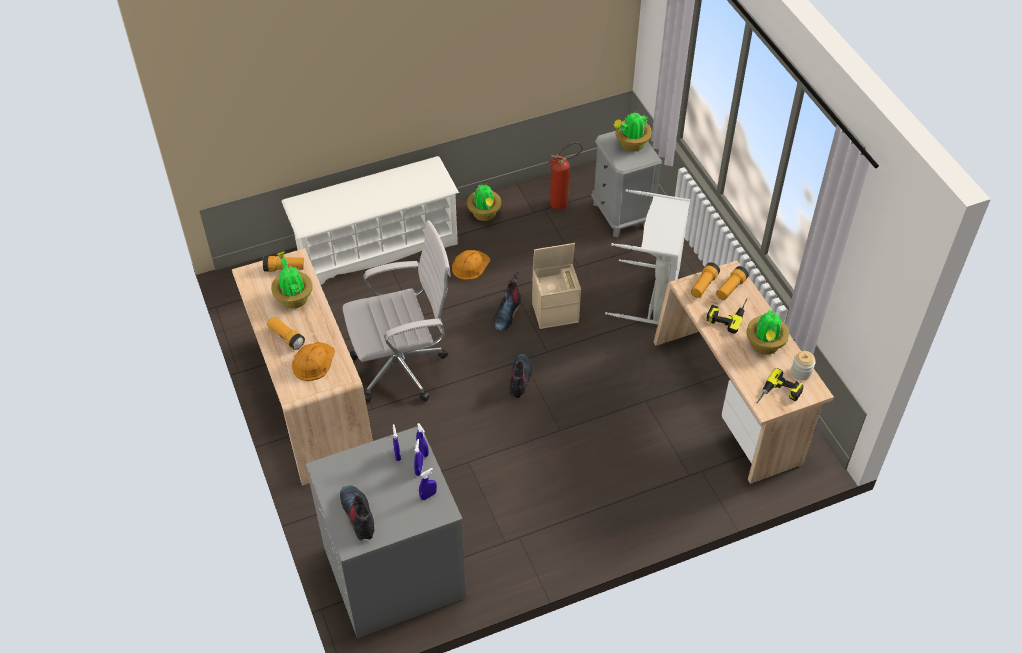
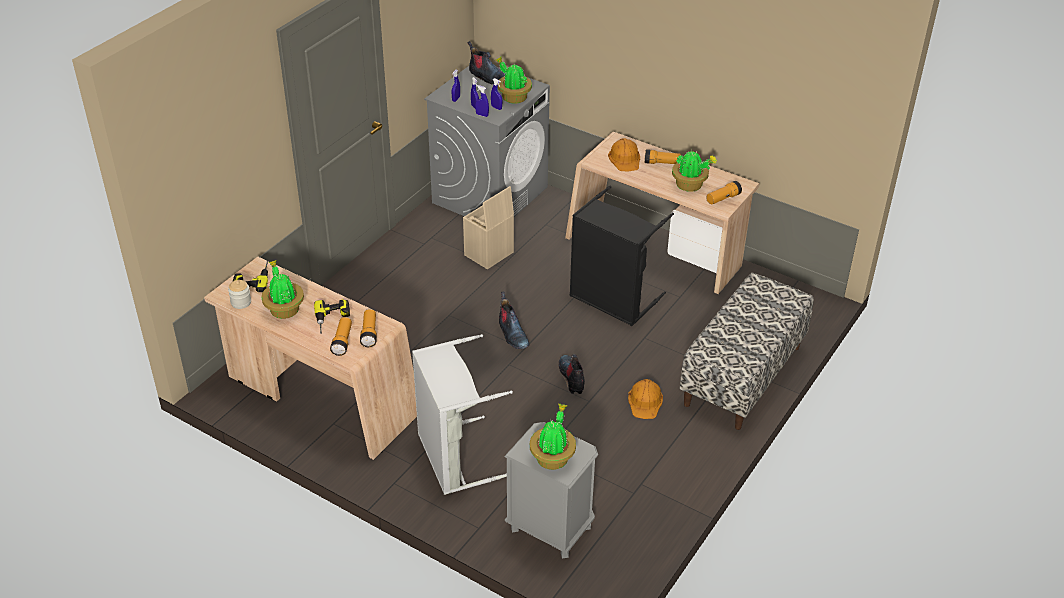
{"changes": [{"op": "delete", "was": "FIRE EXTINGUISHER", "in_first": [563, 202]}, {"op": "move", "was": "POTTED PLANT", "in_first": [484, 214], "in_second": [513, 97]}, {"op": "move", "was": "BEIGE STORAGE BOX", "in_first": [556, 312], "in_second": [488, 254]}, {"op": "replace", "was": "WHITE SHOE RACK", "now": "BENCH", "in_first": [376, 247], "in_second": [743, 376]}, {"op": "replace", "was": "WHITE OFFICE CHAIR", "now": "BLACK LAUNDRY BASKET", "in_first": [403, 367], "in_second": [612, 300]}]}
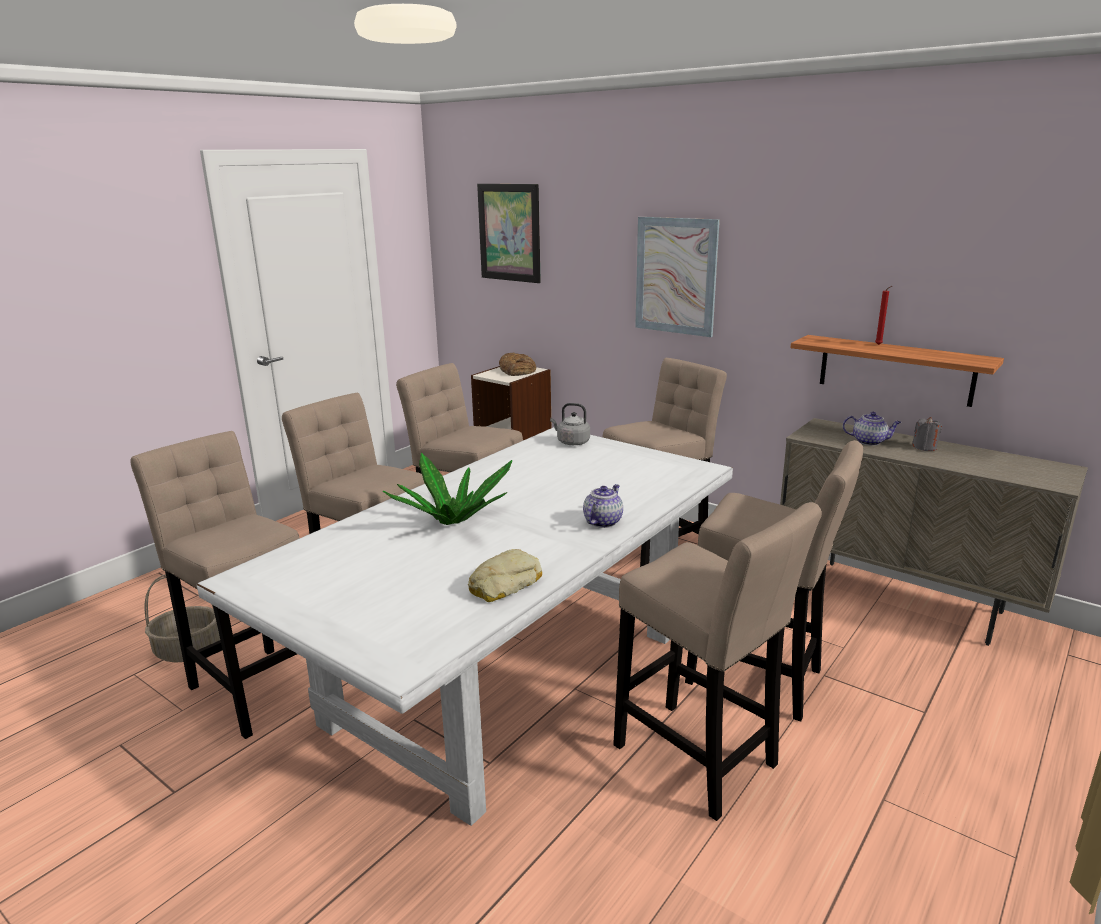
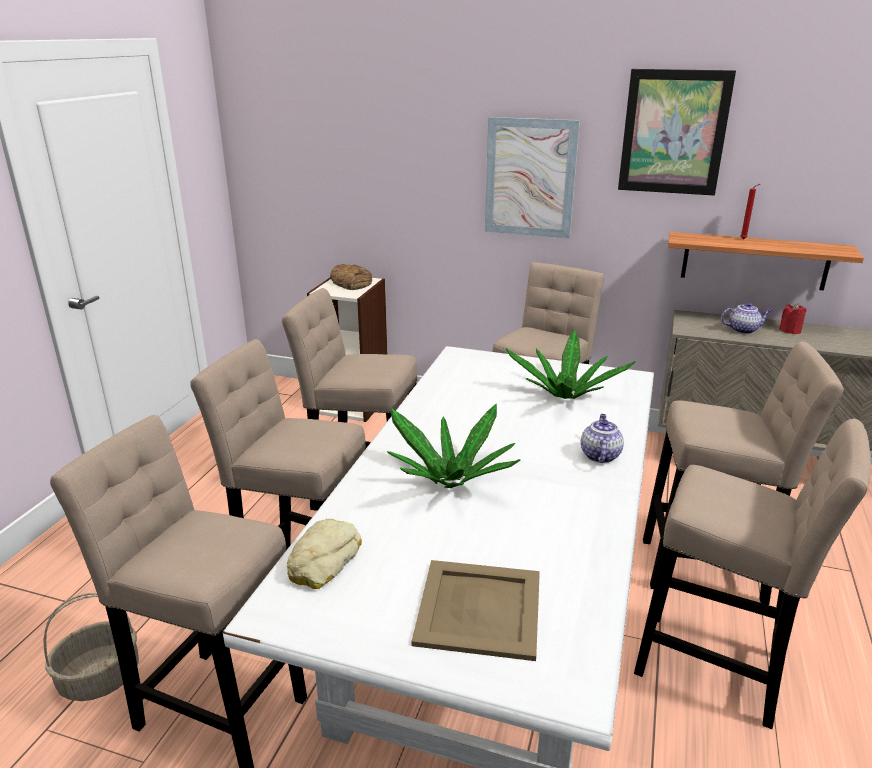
{"changes": [{"op": "delete", "was": "GREY KETTLE", "in_first": [571, 442]}, {"op": "insert", "now": "BEIGE TRAY", "in_second": [478, 607]}, {"op": "insert", "now": "POTTED PLANT", "in_second": [565, 395]}, {"op": "move", "was": "BREAD", "in_first": [504, 584], "in_second": [323, 561]}, {"op": "move", "was": "PICTURE", "in_first": [509, 233], "in_second": [673, 132]}, {"op": "recolor", "was": "GREY CANDLE", "now": "RED CANDLE", "in_first": [924, 447], "in_second": [790, 330]}]}
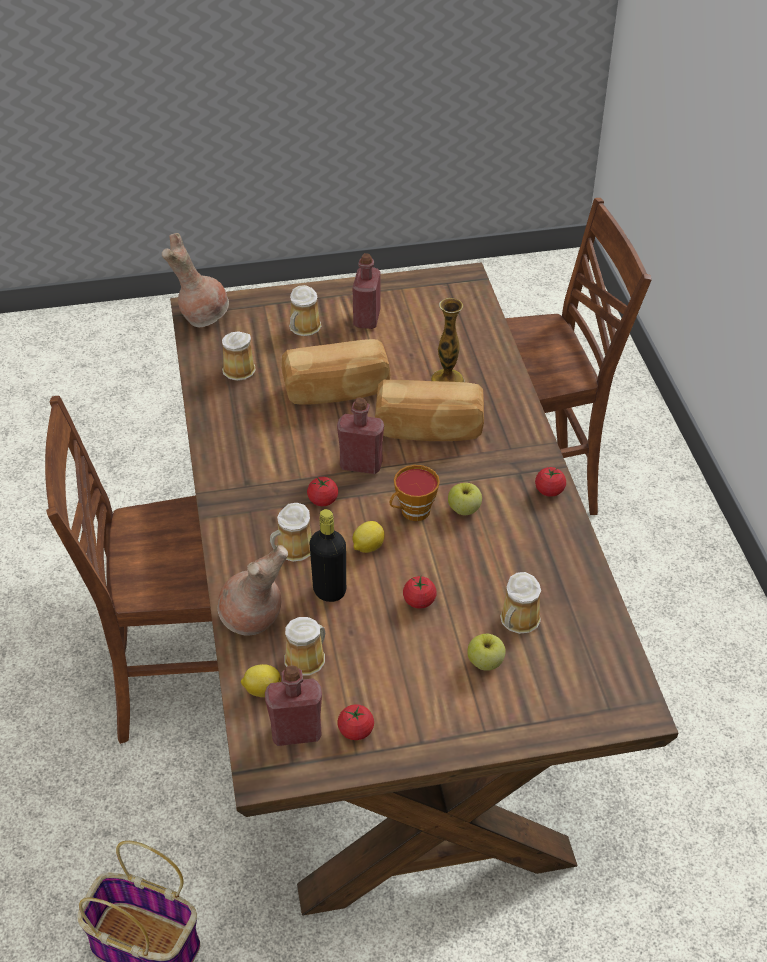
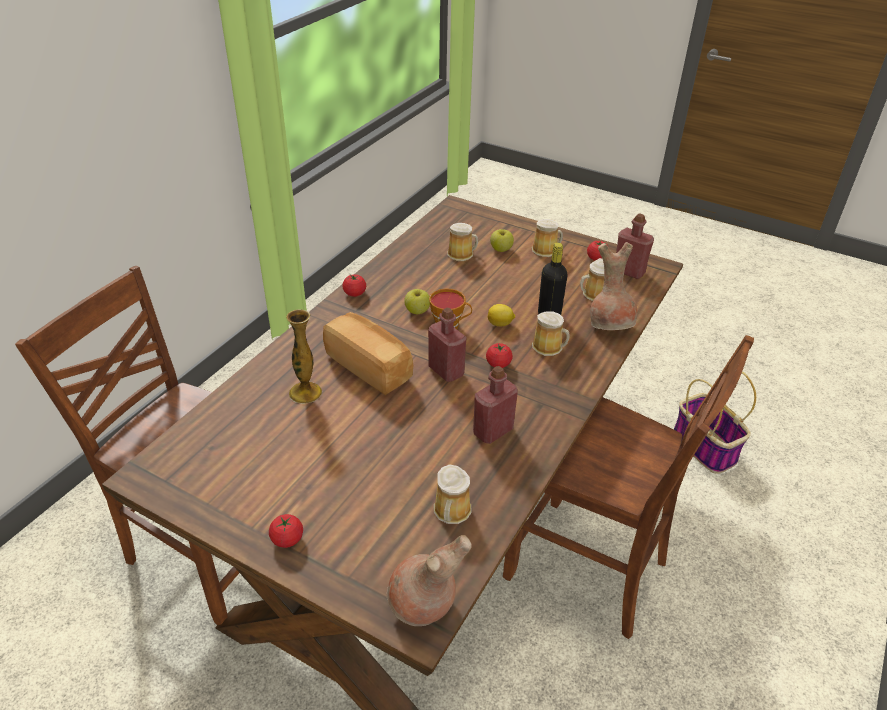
{"changes": [{"op": "delete", "was": "LEMON", "in_first": [261, 689]}, {"op": "delete", "was": "BREAD", "in_first": [336, 390]}, {"op": "move", "was": "MUG", "in_first": [303, 328], "in_second": [546, 250]}, {"op": "move", "was": "RED BOTTLE", "in_first": [367, 319], "in_second": [493, 431]}, {"op": "move", "was": "TOMATO", "in_first": [419, 601], "in_second": [287, 539]}]}
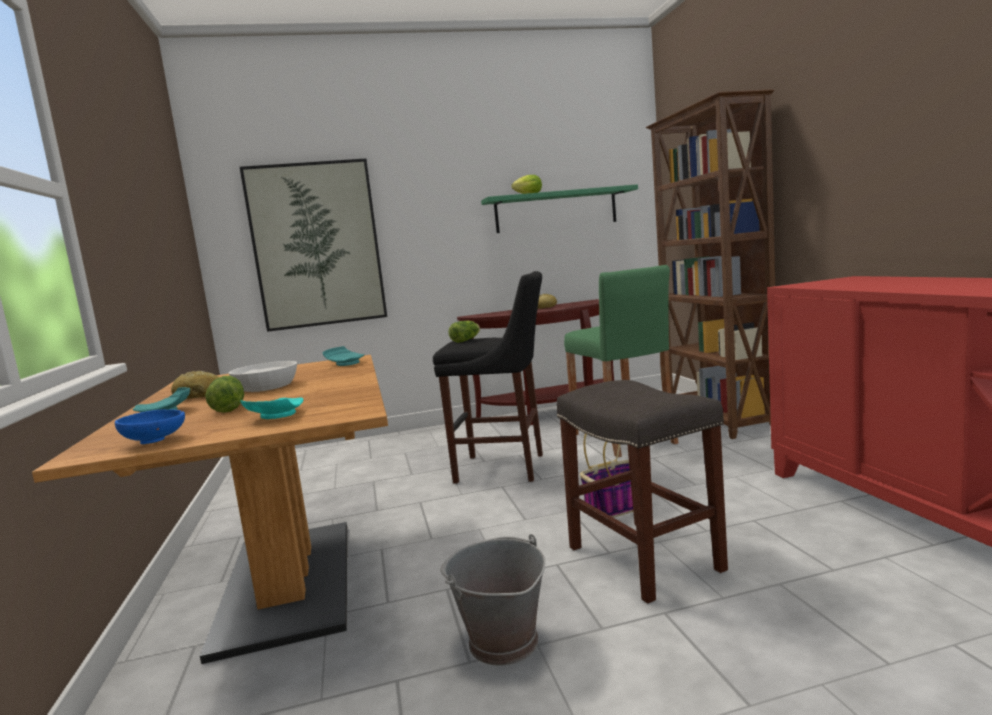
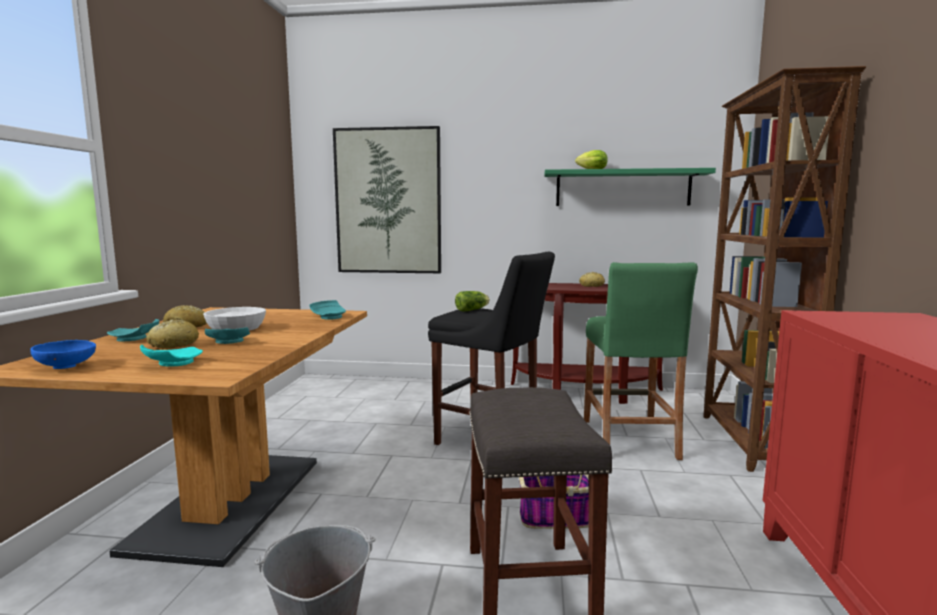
{"changes": [{"op": "insert", "now": "TURQUOISE PLATE", "in_second": [228, 342]}, {"op": "replace", "was": "LETTUCE", "now": "BREAD", "in_first": [229, 407], "in_second": [173, 344]}]}
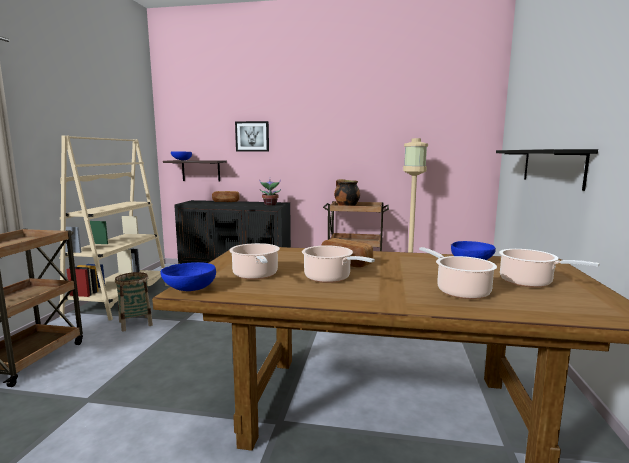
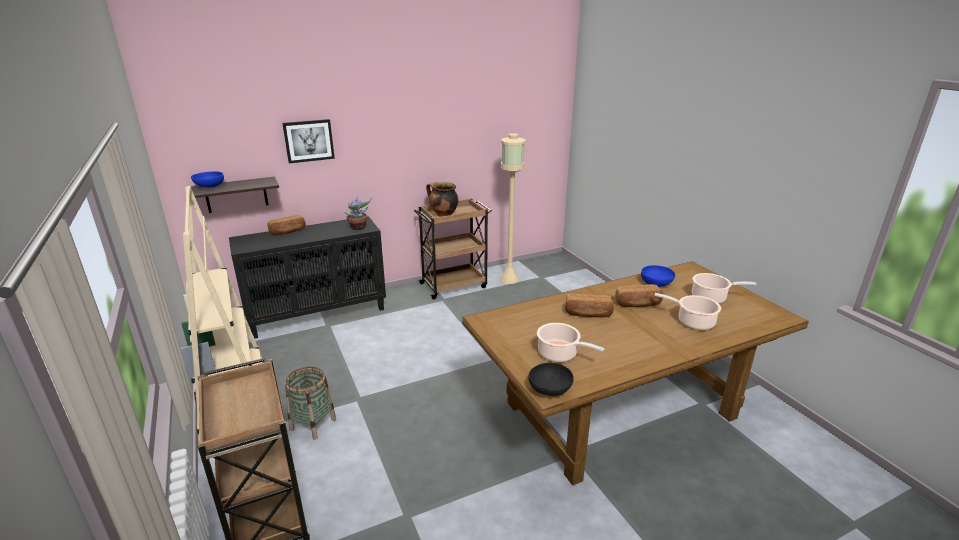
{"changes": [{"op": "delete", "was": "COOKING POT", "in_first": [329, 278]}, {"op": "delete", "was": "BLACK SHELF", "in_first": [551, 167]}, {"op": "insert", "now": "BREAD", "in_second": [638, 304]}, {"op": "recolor", "was": "BLUE BOWL", "now": "BLACK BOWL", "in_first": [189, 290], "in_second": [550, 390]}]}
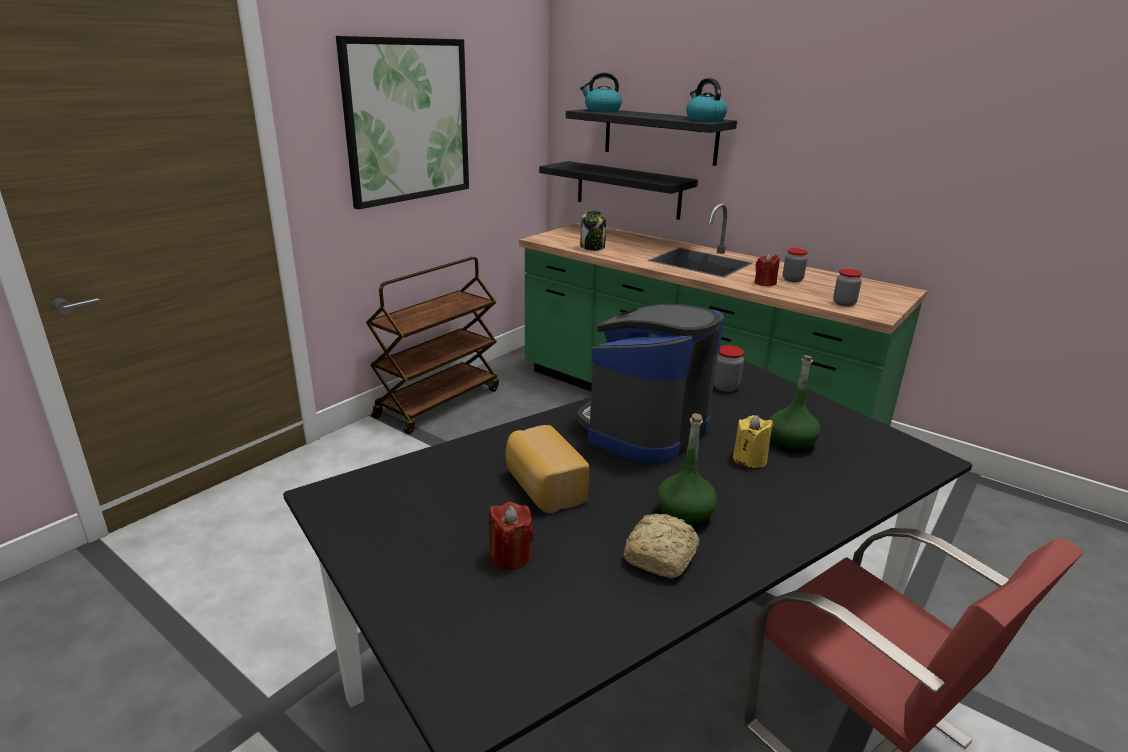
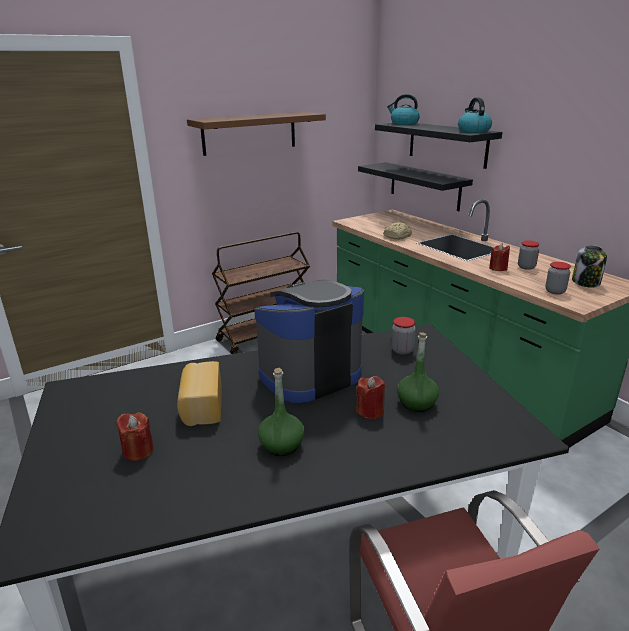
{"changes": [{"op": "move", "was": "JAR", "in_first": [592, 247], "in_second": [586, 282]}, {"op": "move", "was": "BREAD", "in_first": [662, 555], "in_second": [398, 236]}, {"op": "replace", "was": "PICTURE", "now": "BROWN SHELF", "in_first": [407, 121], "in_second": [249, 133]}, {"op": "recolor", "was": "YELLOW CANDLE", "now": "RED CANDLE", "in_first": [749, 459], "in_second": [370, 411]}]}
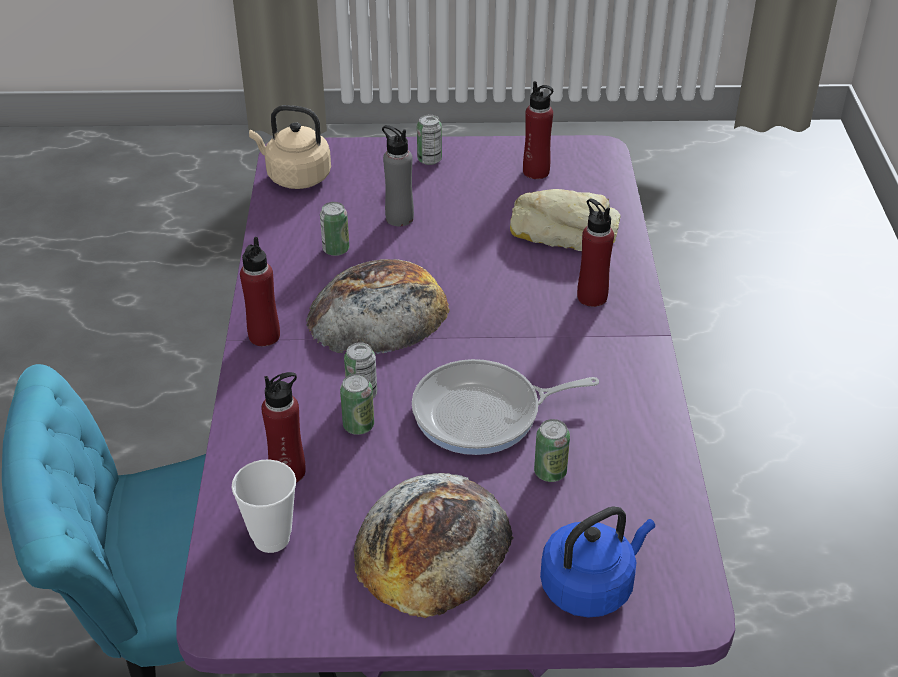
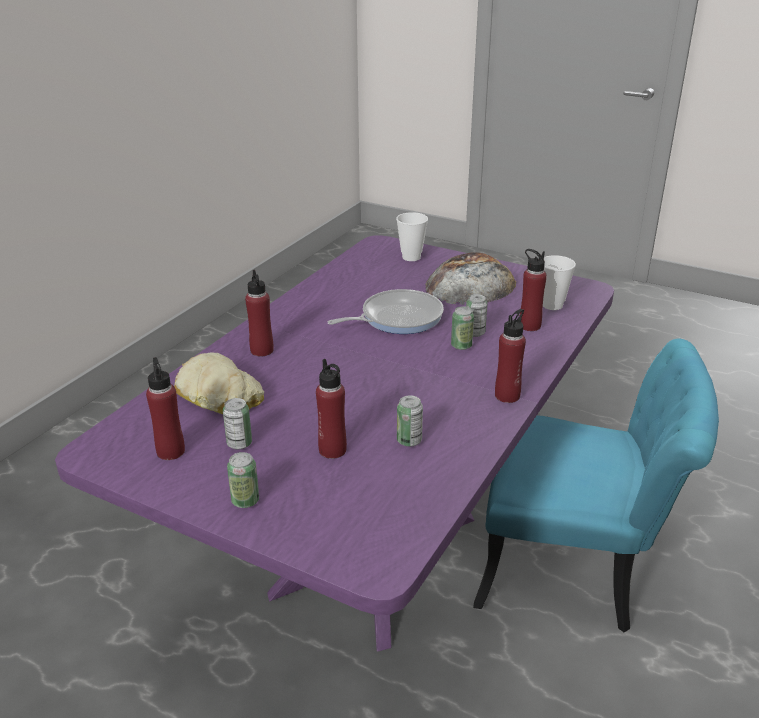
{"changes": [{"op": "delete", "was": "BEIGE KETTLE", "in_first": [295, 177]}, {"op": "delete", "was": "BREAD", "in_first": [378, 310]}, {"op": "move", "was": "CAN", "in_first": [550, 472], "in_second": [239, 443]}, {"op": "replace", "was": "BLUE KETTLE", "now": "CUP", "in_first": [590, 586], "in_second": [411, 257]}, {"op": "recolor", "was": "GREY BOTTLE", "now": "RED BOTTLE", "in_first": [399, 218], "in_second": [332, 450]}, {"op": "rotate", "was": "FRYING PAN", "in_first": [484, 414], "in_second": [397, 318], "clockwise": -45}]}
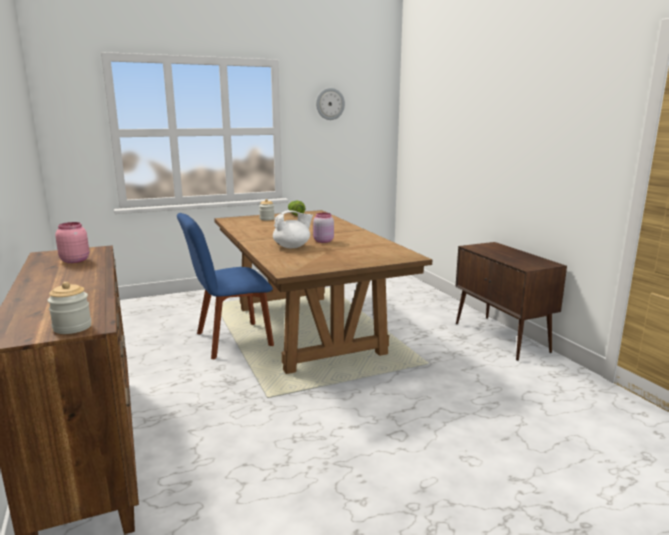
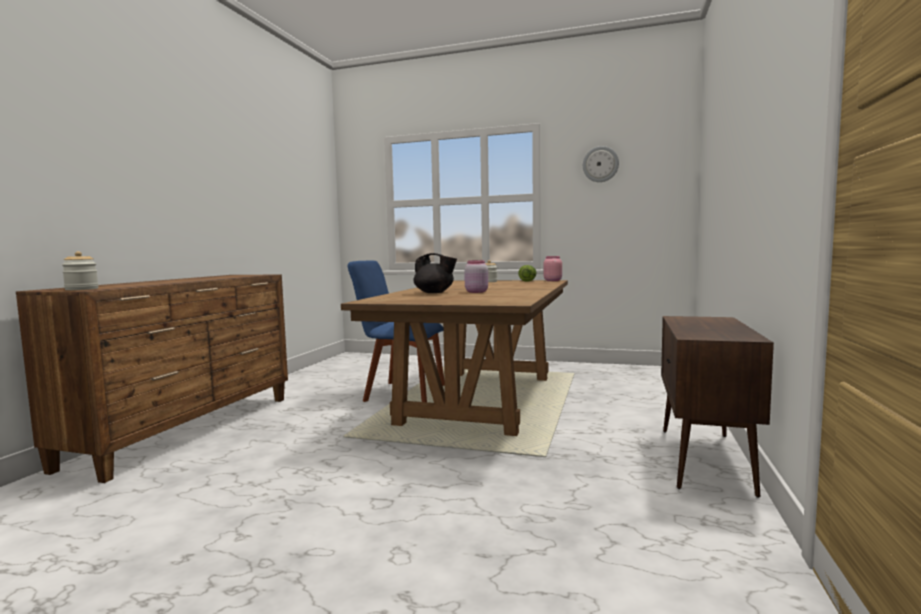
{"changes": [{"op": "move", "was": "PINK JAR", "in_first": [75, 260], "in_second": [552, 280]}, {"op": "recolor", "was": "WHITE TEAPOT", "now": "BLACK TEAPOT", "in_first": [292, 247], "in_second": [434, 293]}]}
